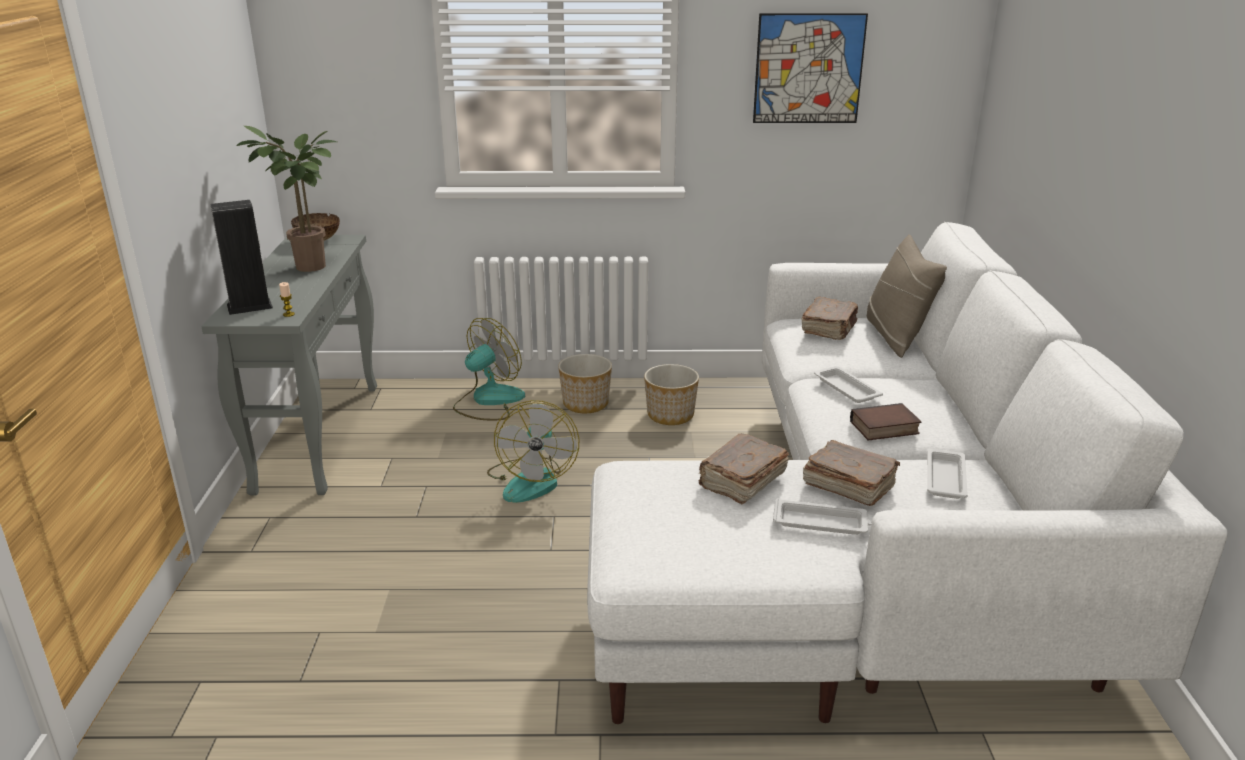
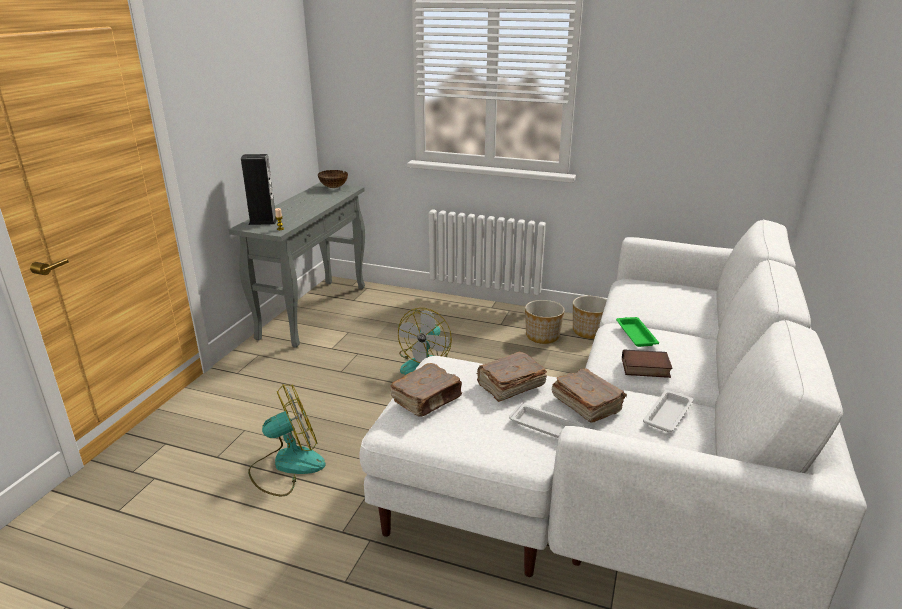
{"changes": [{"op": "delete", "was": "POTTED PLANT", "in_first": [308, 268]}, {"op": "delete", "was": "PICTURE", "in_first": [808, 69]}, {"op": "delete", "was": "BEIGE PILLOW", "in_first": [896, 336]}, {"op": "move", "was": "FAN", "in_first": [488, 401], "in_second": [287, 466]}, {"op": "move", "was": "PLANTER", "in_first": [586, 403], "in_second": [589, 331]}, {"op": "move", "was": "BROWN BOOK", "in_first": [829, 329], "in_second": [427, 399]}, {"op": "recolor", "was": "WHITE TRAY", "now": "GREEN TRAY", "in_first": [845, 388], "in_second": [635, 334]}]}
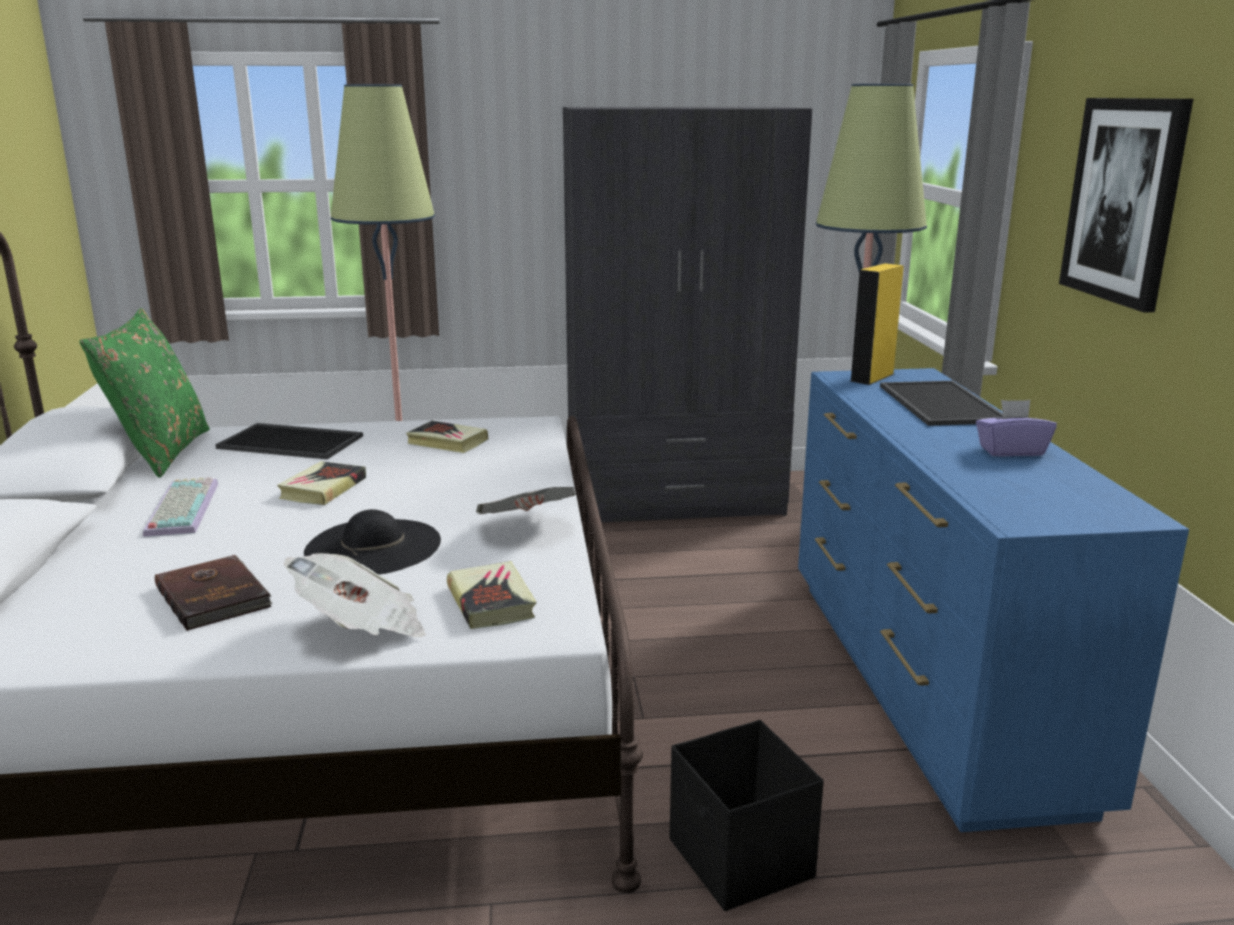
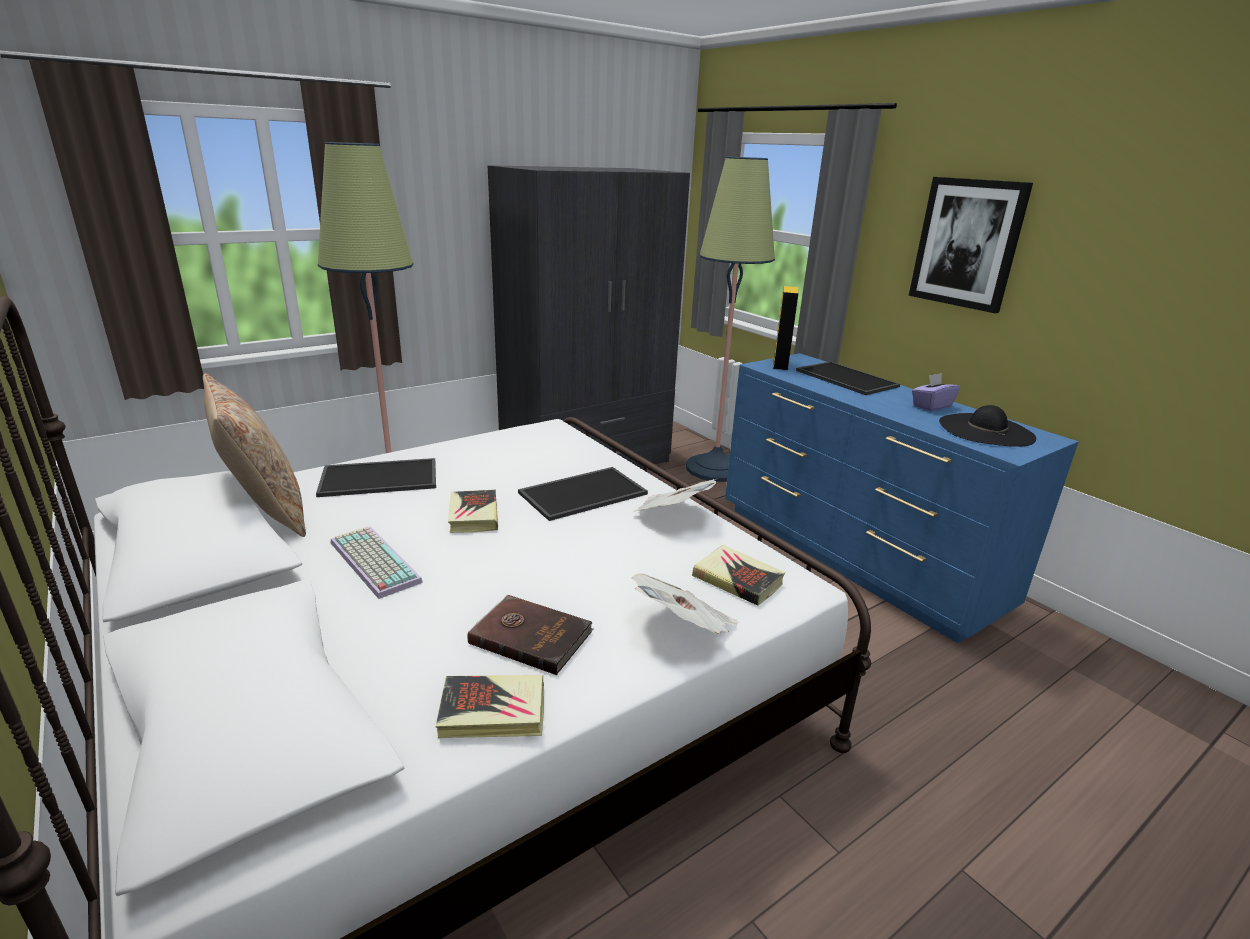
{"changes": [{"op": "delete", "was": "BLACK STORAGE BOX", "in_first": [740, 861]}, {"op": "insert", "now": "TRAY", "in_second": [583, 492]}, {"op": "move", "was": "BLACK HAT", "in_first": [373, 546], "in_second": [985, 430]}, {"op": "move", "was": "BOOK", "in_first": [447, 442], "in_second": [493, 712]}, {"op": "recolor", "was": "GREEN PILLOW", "now": "BEIGE PILLOW", "in_first": [160, 453], "in_second": [265, 512]}]}
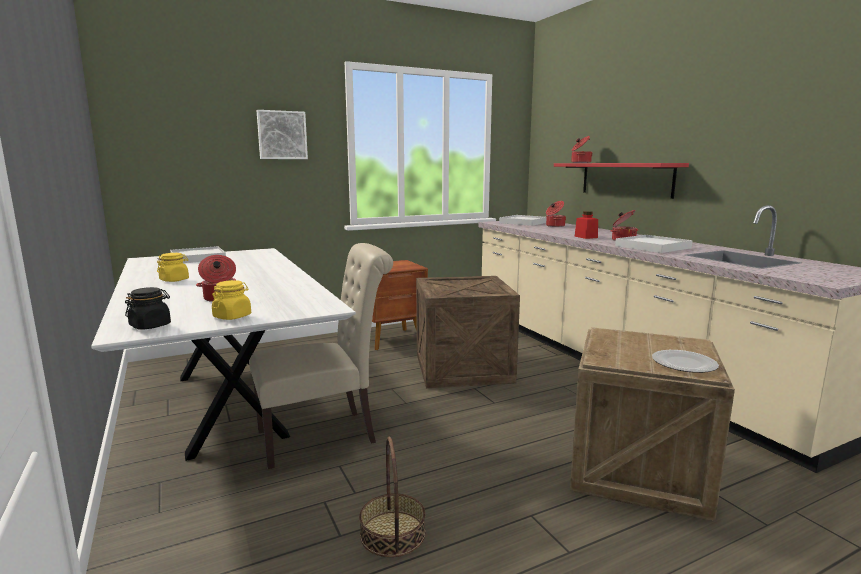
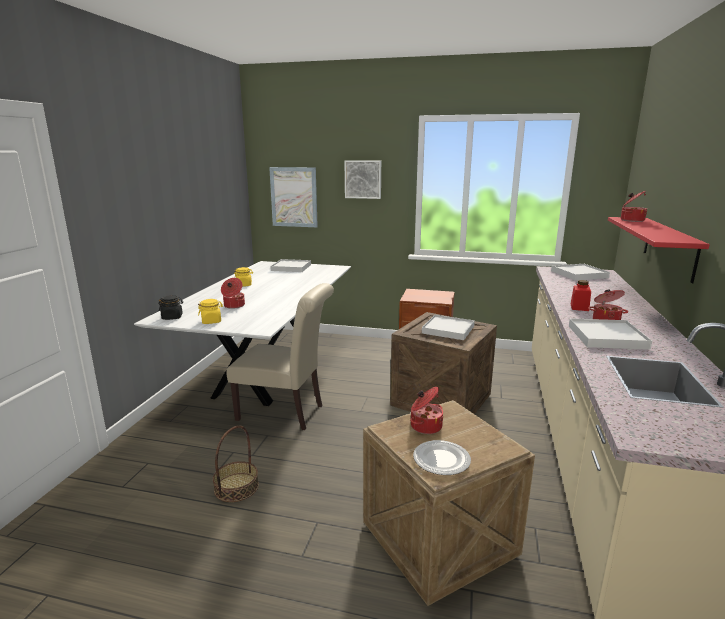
{"changes": [{"op": "insert", "now": "PICTURE", "in_second": [294, 197]}, {"op": "insert", "now": "WHITE TRAY", "in_second": [448, 329]}, {"op": "move", "was": "COOKING POT", "in_first": [554, 226], "in_second": [425, 426]}]}
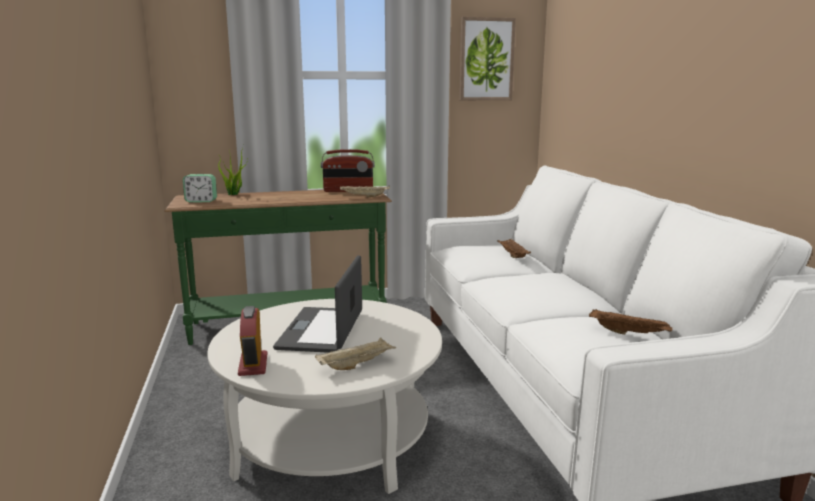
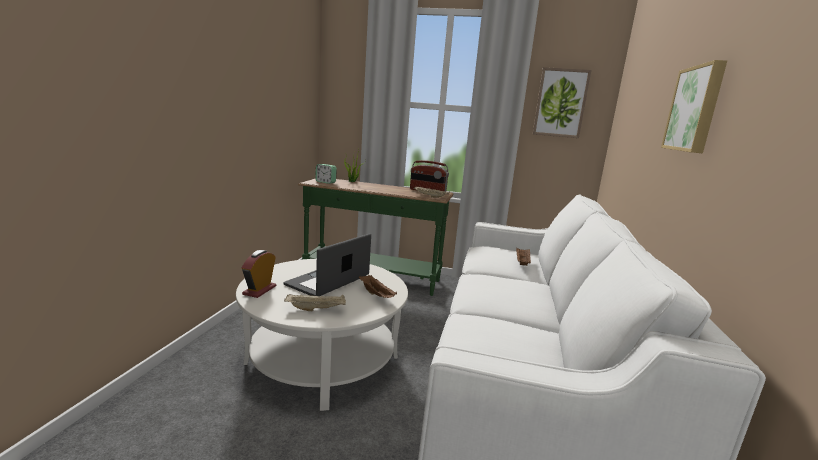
{"changes": [{"op": "insert", "now": "PICTURE", "in_second": [695, 109]}, {"op": "move", "was": "BROWN TRAY", "in_first": [630, 333], "in_second": [377, 295]}]}
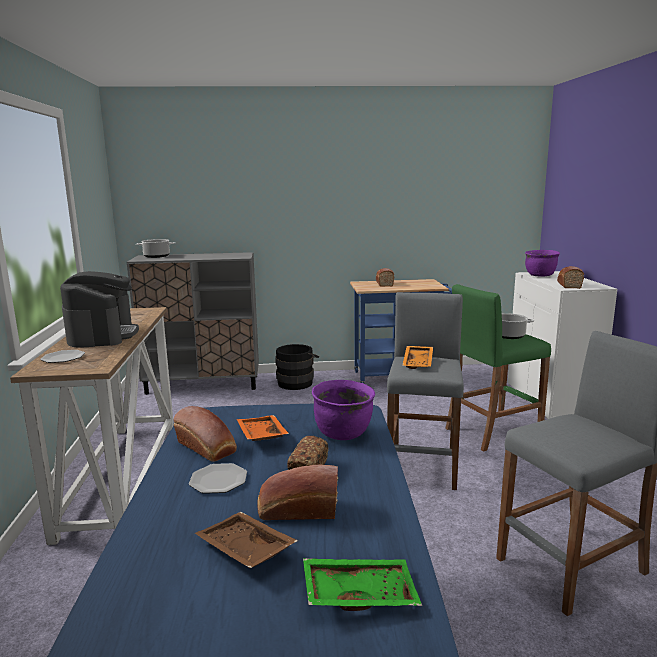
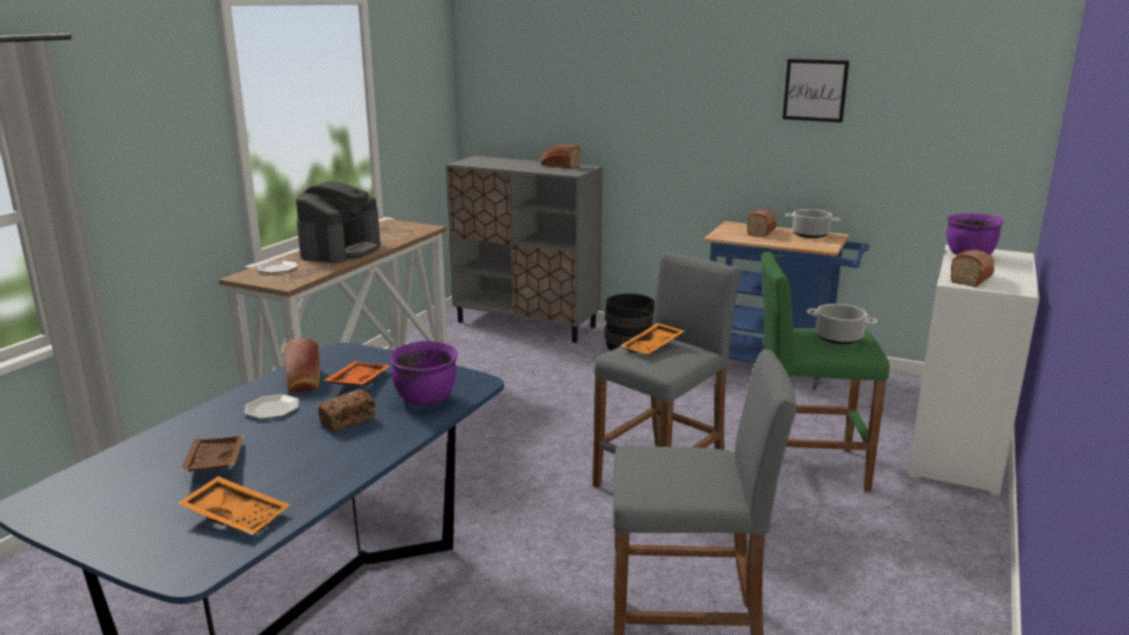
{"changes": [{"op": "insert", "now": "PICTURE", "in_second": [815, 90]}, {"op": "move", "was": "COOKING POT", "in_first": [156, 256], "in_second": [809, 234]}, {"op": "move", "was": "BREAD", "in_first": [297, 510], "in_second": [559, 165]}, {"op": "recolor", "was": "GREEN TRAY", "now": "ORANGE TRAY", "in_first": [359, 593], "in_second": [237, 515]}]}
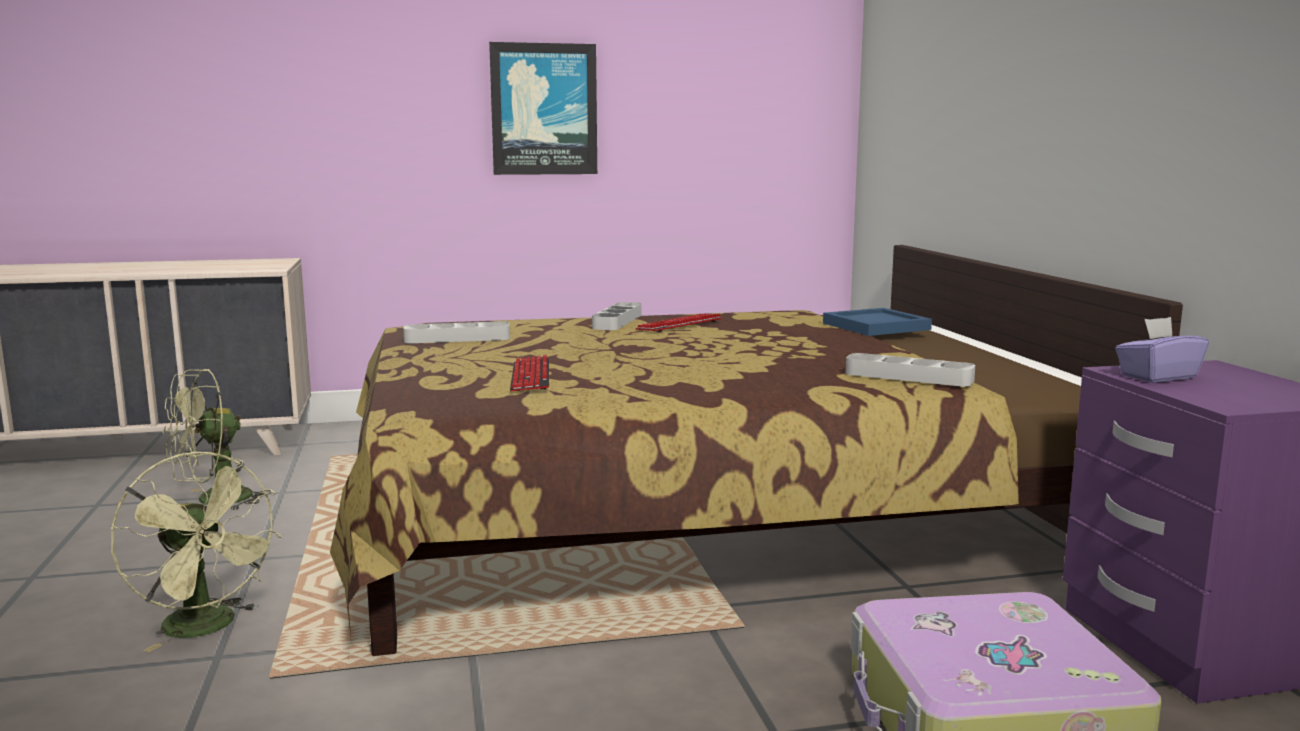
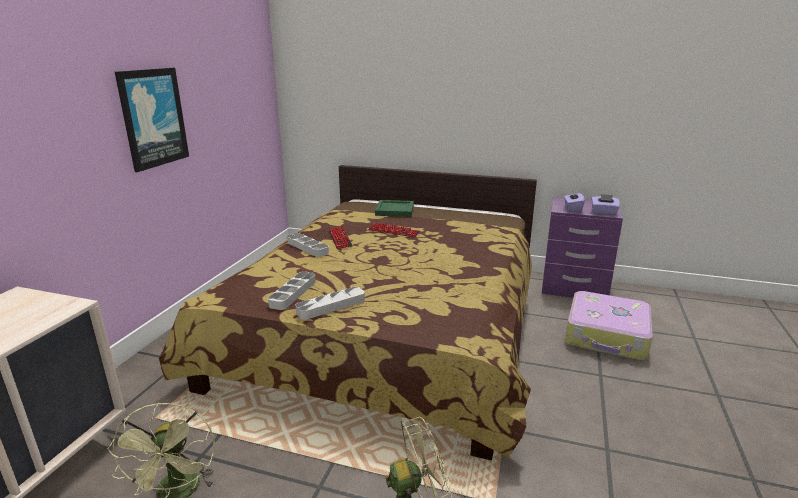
{"changes": [{"op": "insert", "now": "PURPLE TISSUE BOX", "in_second": [603, 213]}, {"op": "move", "was": "KEYBOARD", "in_first": [530, 376], "in_second": [394, 231]}, {"op": "move", "was": "GREY TRAY", "in_first": [908, 377], "in_second": [331, 306]}, {"op": "recolor", "was": "BLUE TRAY", "now": "GREEN TRAY", "in_first": [877, 326], "in_second": [395, 210]}]}
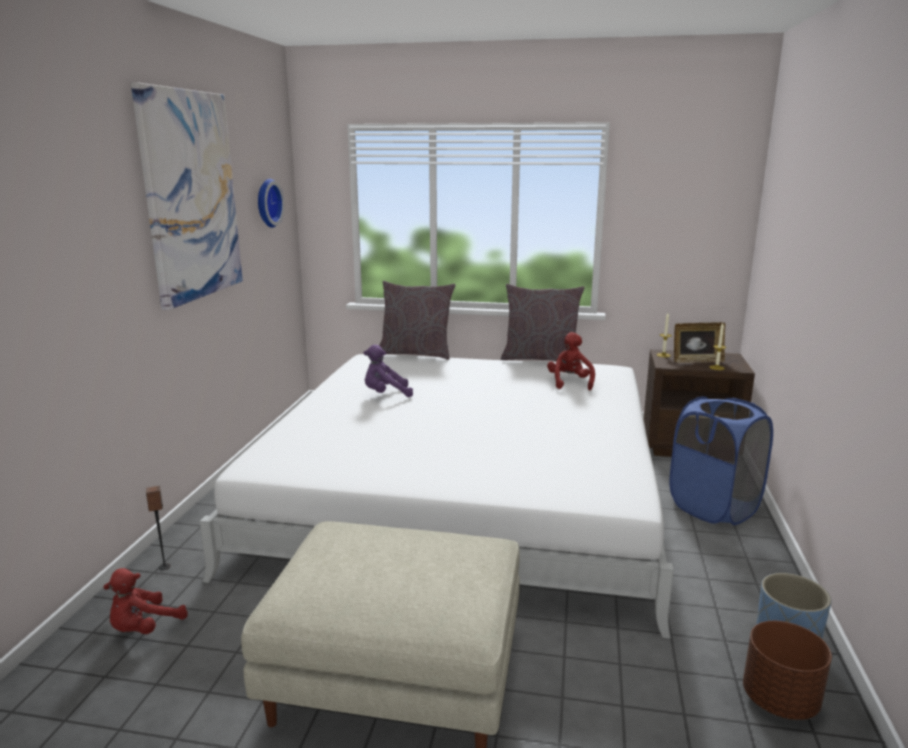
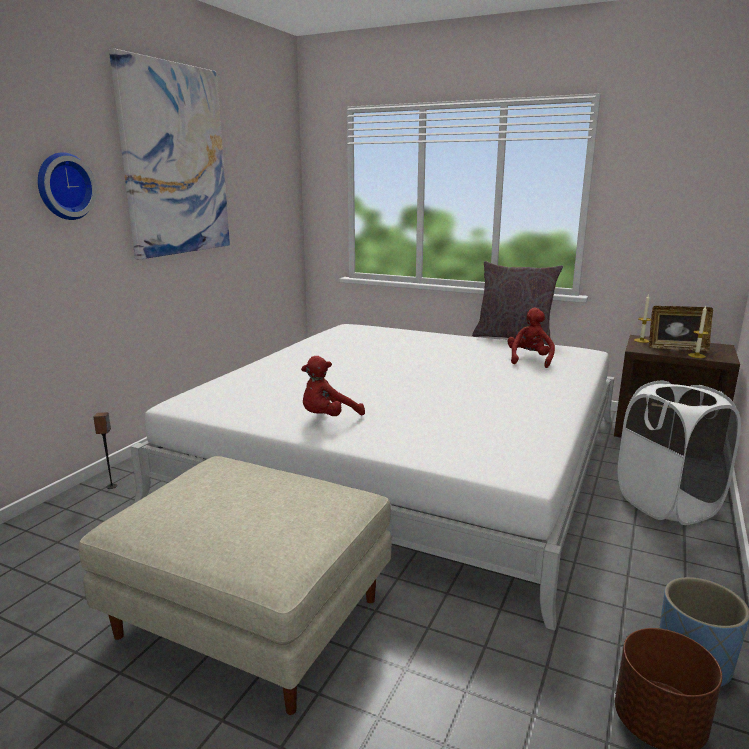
{"changes": [{"op": "delete", "was": "PURPLE PLUSH TOY", "in_first": [385, 395]}, {"op": "delete", "was": "GREY PILLOW", "in_first": [416, 353]}, {"op": "move", "was": "RED PLUSH TOY", "in_first": [144, 628], "in_second": [328, 418]}, {"op": "move", "was": "WALL CLOCK", "in_first": [266, 203], "in_second": [63, 186]}, {"op": "recolor", "was": "BLUE LAUNDRY BASKET", "now": "WHITE LAUNDRY BASKET", "in_first": [713, 507], "in_second": [667, 504]}]}
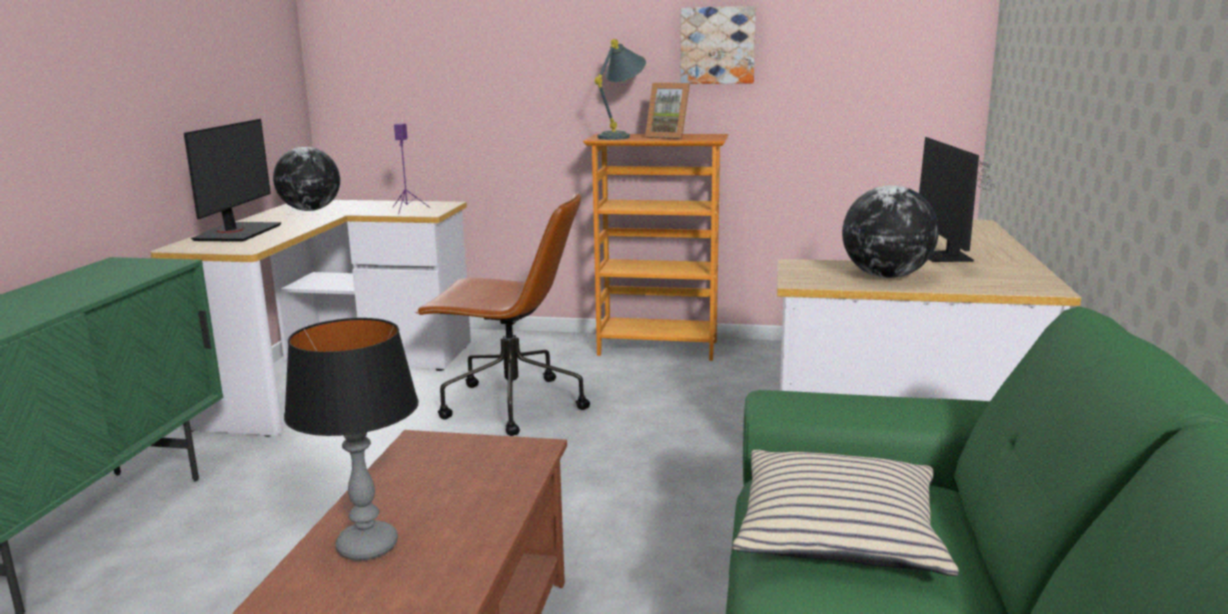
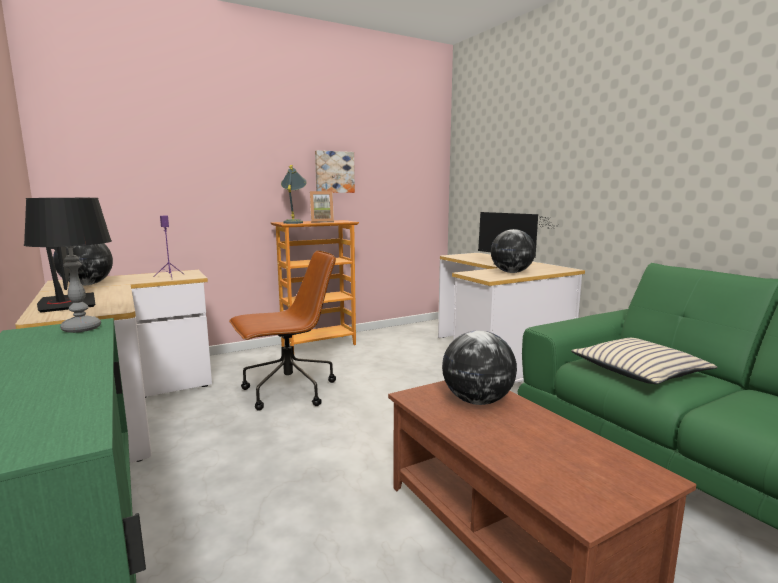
{"changes": [{"op": "insert", "now": "GLOBE", "in_second": [477, 401]}, {"op": "move", "was": "TABLE LAMP", "in_first": [368, 547], "in_second": [82, 328]}]}
